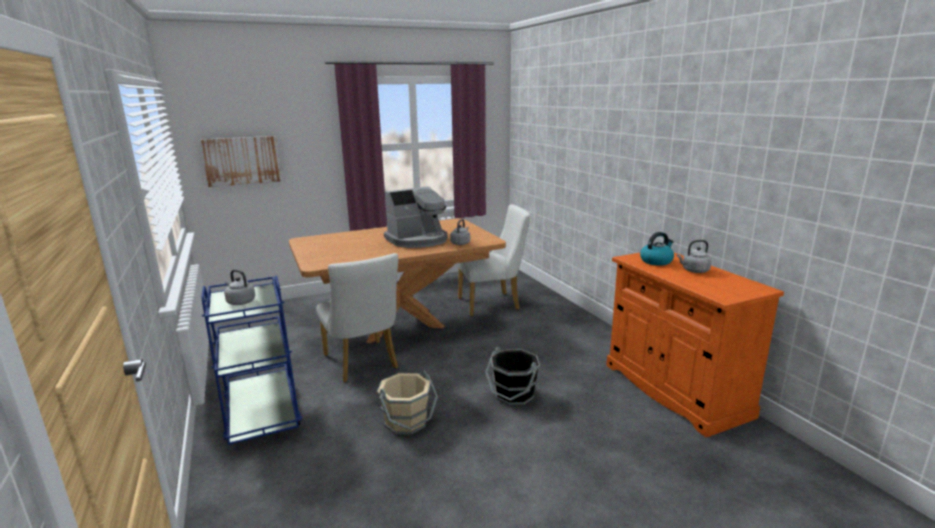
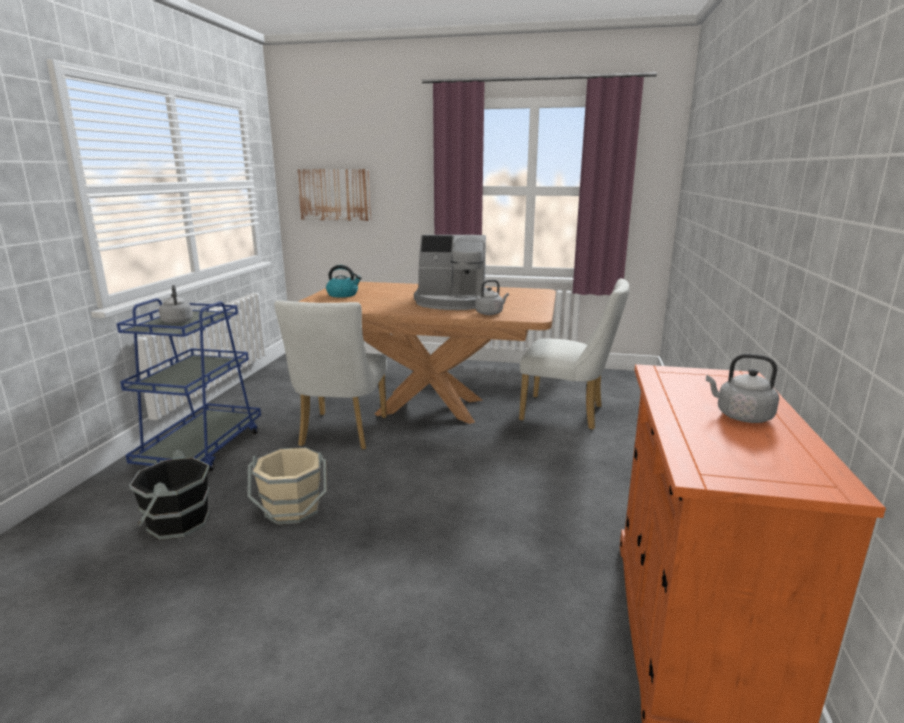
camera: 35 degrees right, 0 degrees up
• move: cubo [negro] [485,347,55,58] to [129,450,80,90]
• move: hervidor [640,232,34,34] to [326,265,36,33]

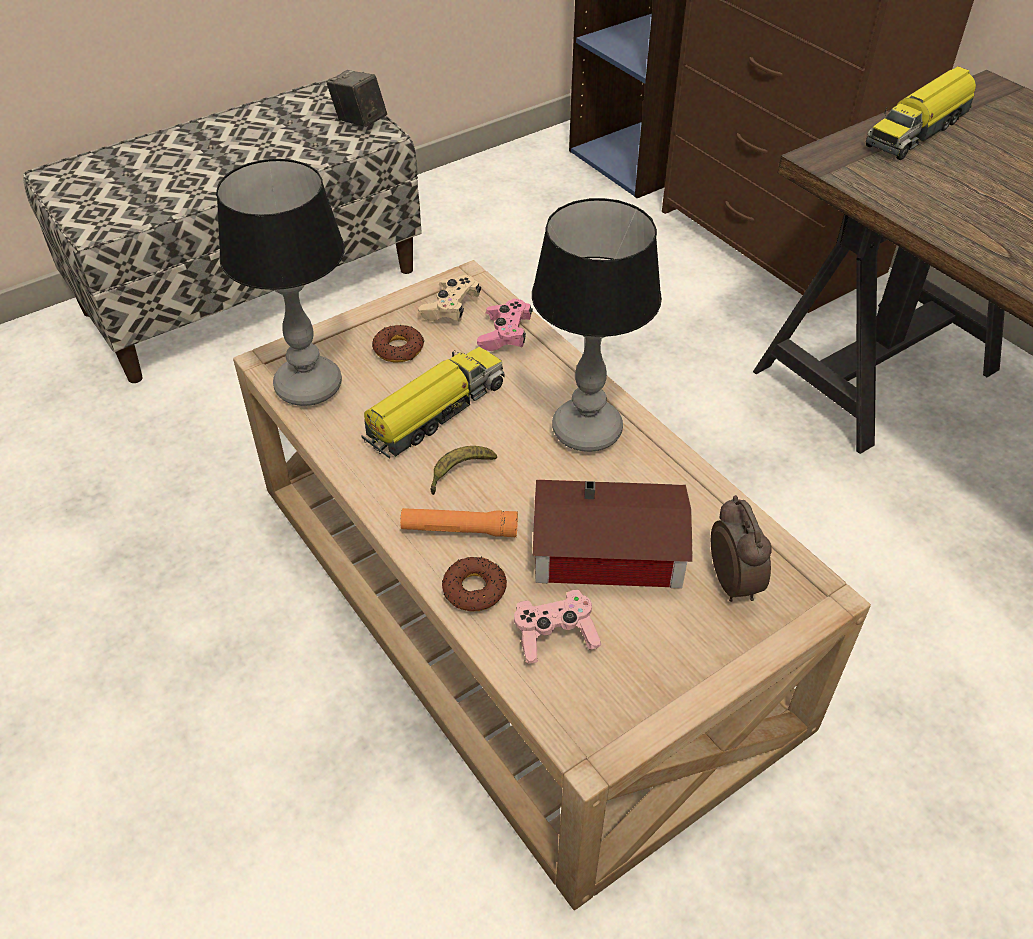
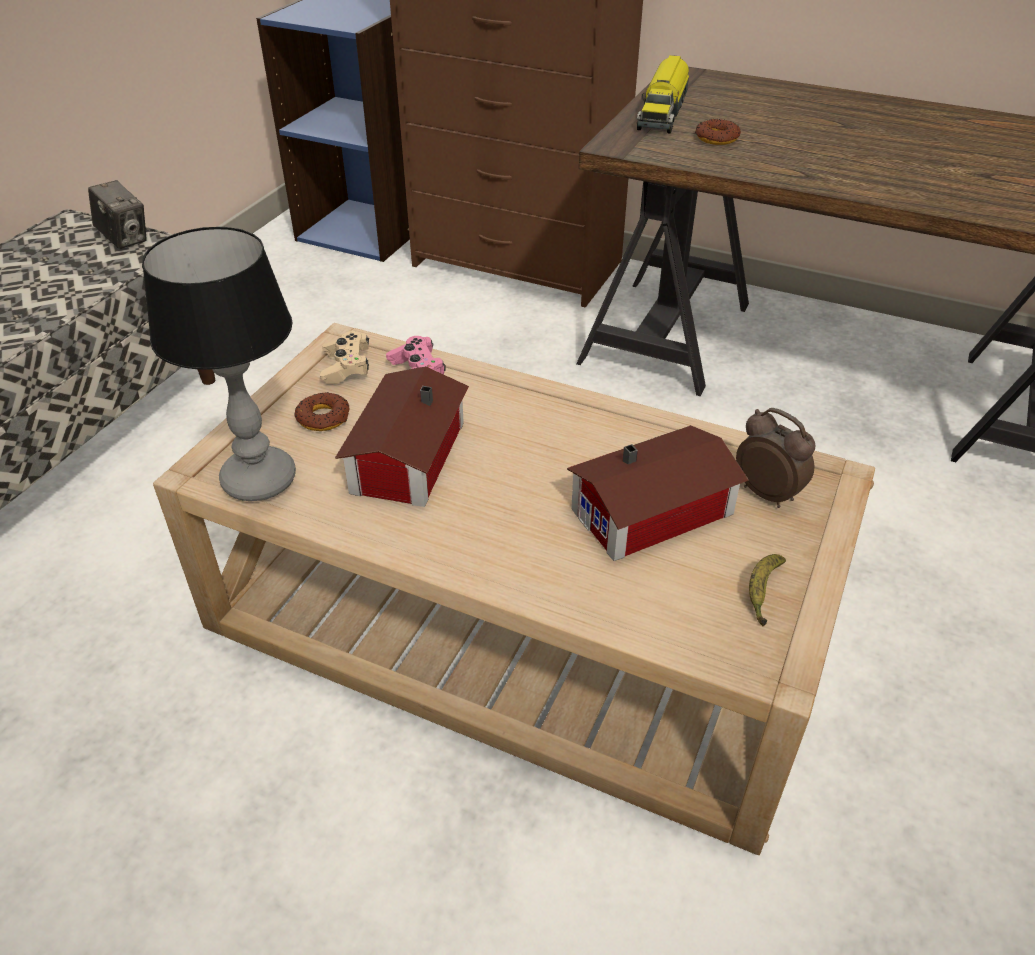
camera: 30 degrees left, 5 degrees down
• rotate: cámara [326,70,61,57] = [88,180,59,69] 150 degrees counterclockwise
• replace: camión de juguete [361,347,143,112] to casita [335,366,134,141]
• delete: linterna [naranja] [400,508,118,29]
• move: plátano [430,446,67,49] to [749,554,37,72]
• move: rosquilla [442,557,65,54] to [695,119,46,26]
• delete: mando de consola [rosa] [514,590,87,74]
• delete: lámpara de mesa [532,198,130,254]

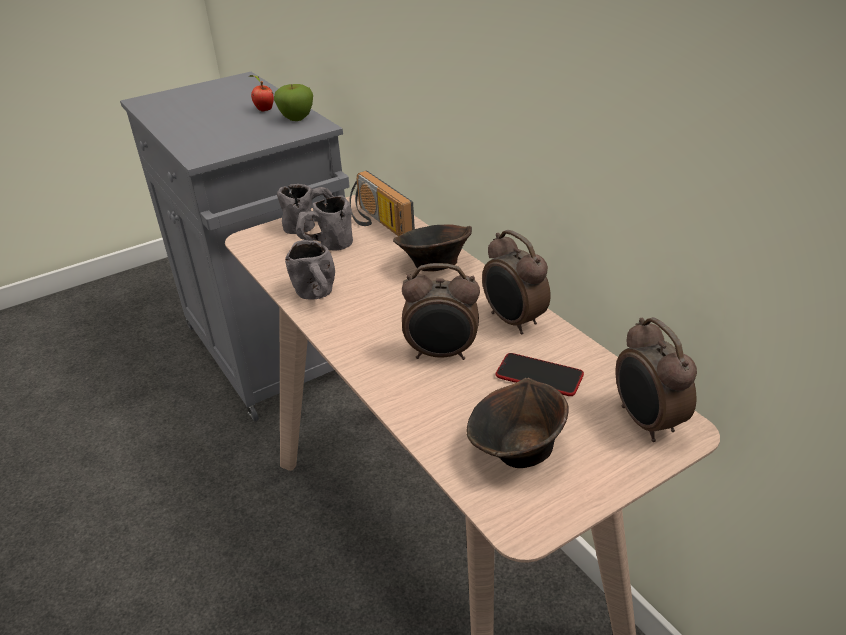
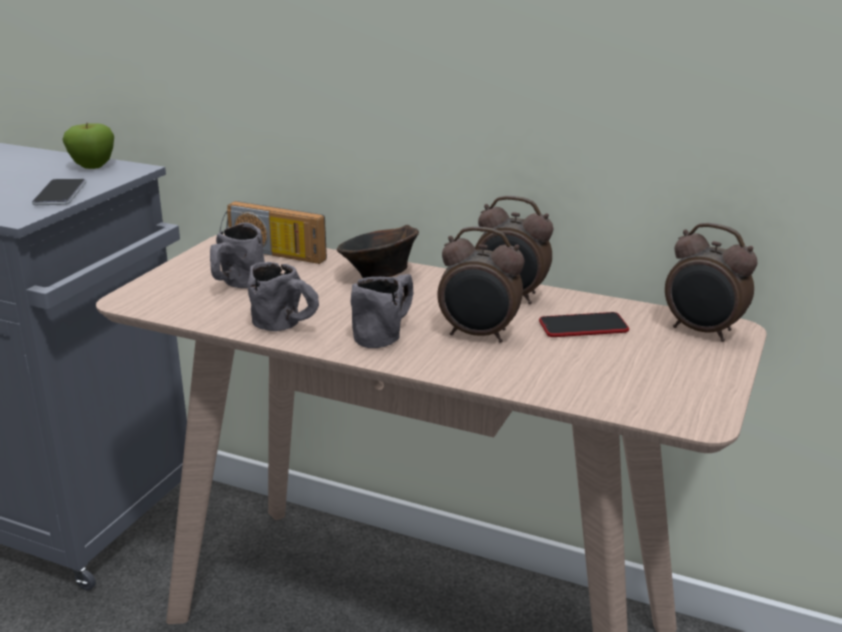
camera: 35 degrees left, 10 degrees down
• delete: manzana [249,75,25,37]
• move: taza grande [gris] [277,184,57,50] to [351,274,62,74]
• rotate: despertador [402,263,78,97] = [437,226,88,117] 45 degrees clockwise
• delete: cuenco [marrón] [467,378,102,90]
• insert: móvil [32,179,54,26]

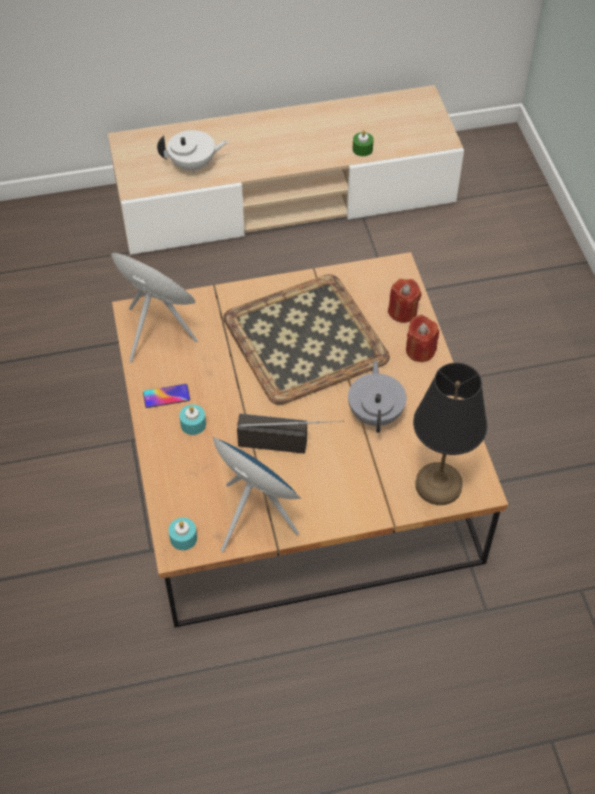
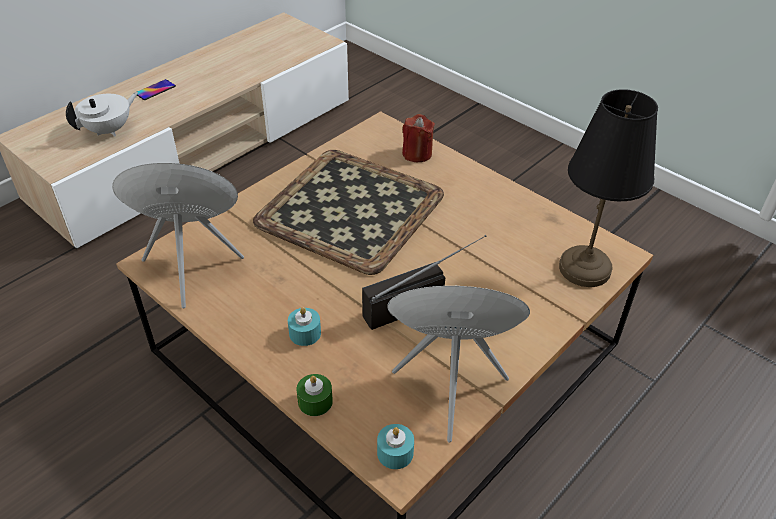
camera: 35 degrees left, 10 degrees down
• move: móvil [143,384,47,24] to [137,79,39,21]
• delete: tetera [gris] [348,360,59,73]
• move: vela [verde] [352,130,22,27] to [297,374,36,42]
• delete: vela [rojo] [406,315,33,47]

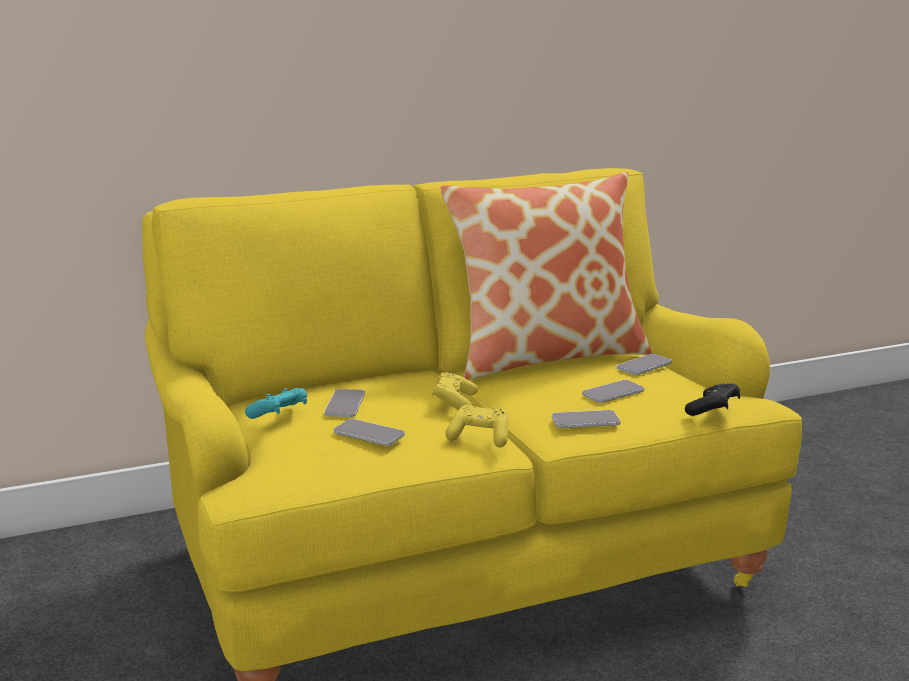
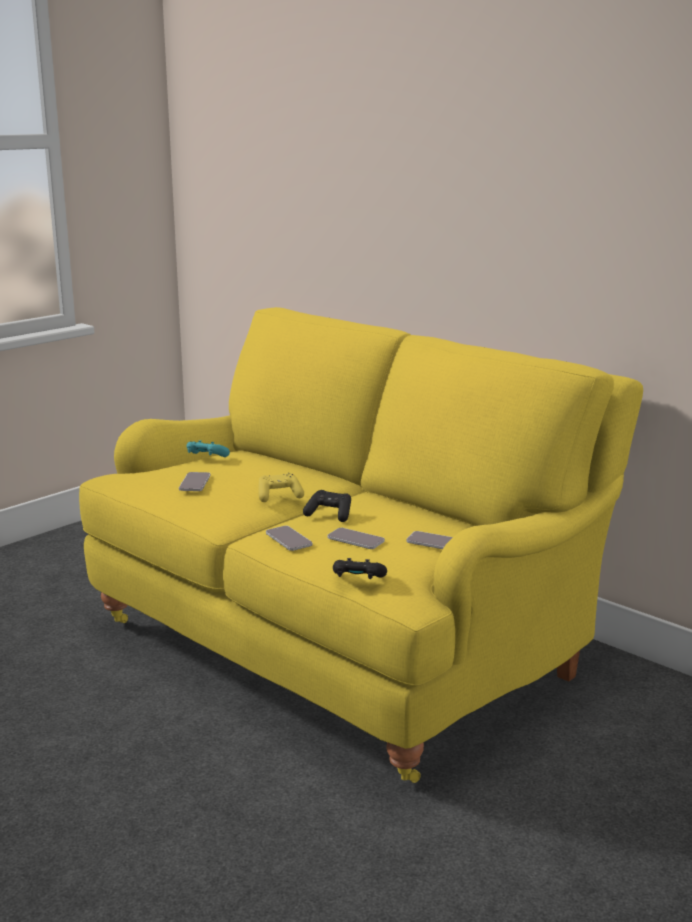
camera: 65 degrees right, 0 degrees up
• delete: móvil [324,389,41,28]
• delete: cojín [440,172,212,208]
• delete: mando de consola [amarillo] [445,405,63,42]
• insert: mando de consola [negro] [303,490,48,32]

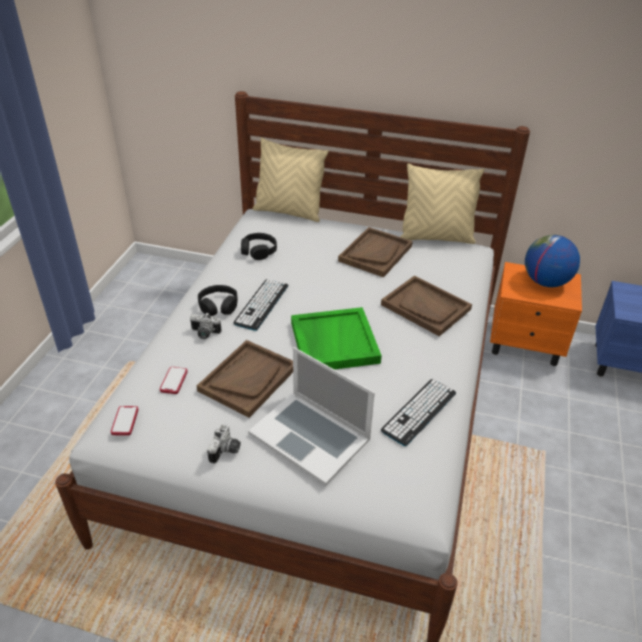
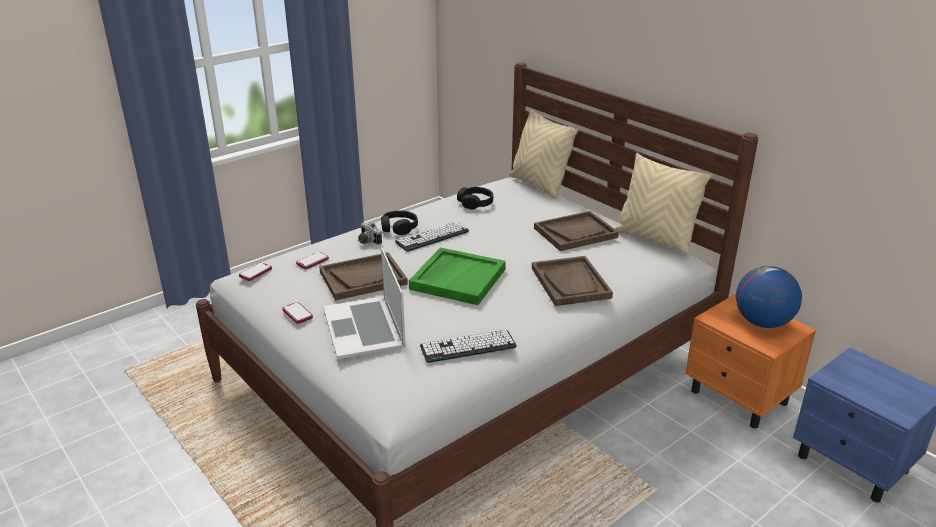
camera: 35 degrees right, 10 degrees down
• replace: cámara [207,424,34,40] to móvil [282,302,31,22]

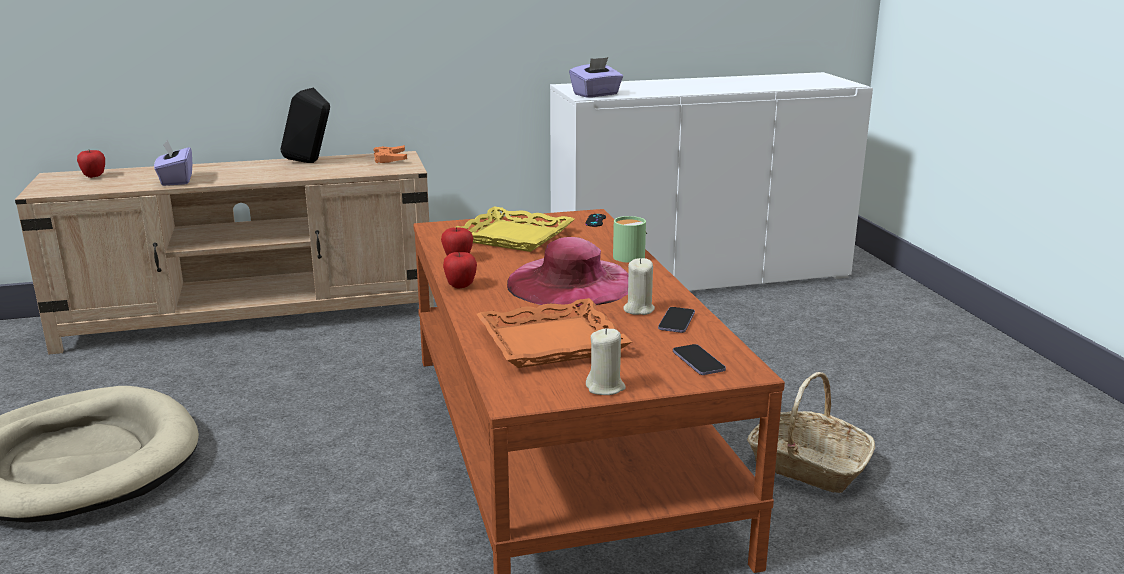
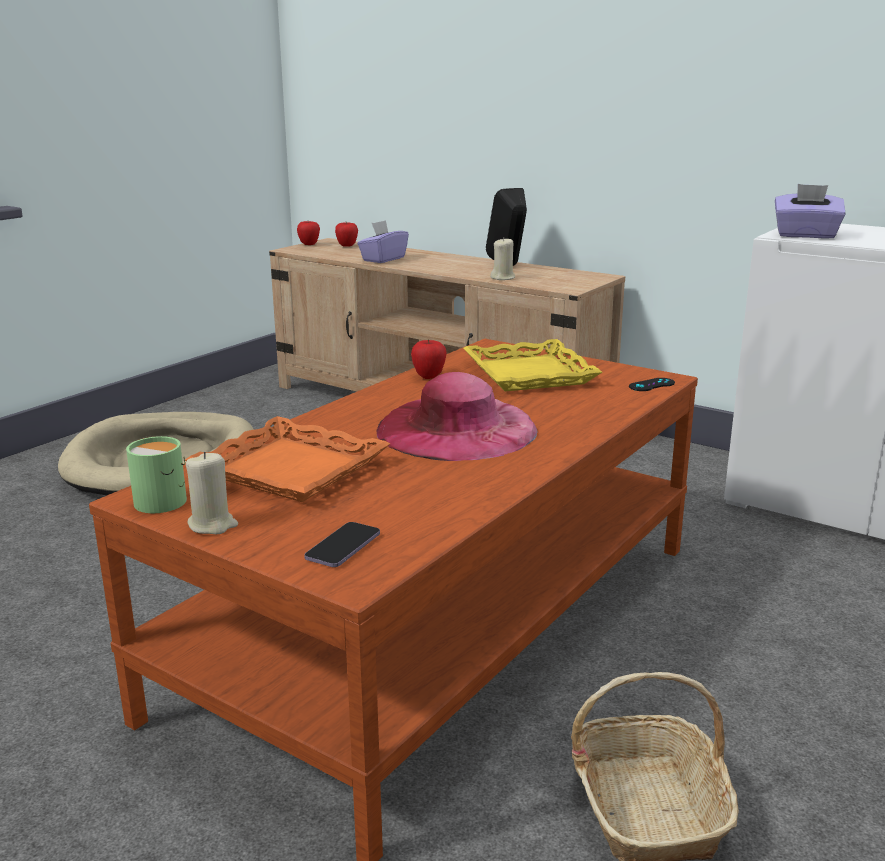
camera: 50 degrees right, 0 degrees up
• delete: mando de consola [naranja] [374,145,33,18]
• move: manzana [443,252,34,36] to [297,221,23,24]
• move: taza grande [verde] [613,216,34,47] to [126,436,61,77]
• move: vela [beis] [623,258,32,57] to [490,238,25,42]
• delete: móvil [658,307,37,26]

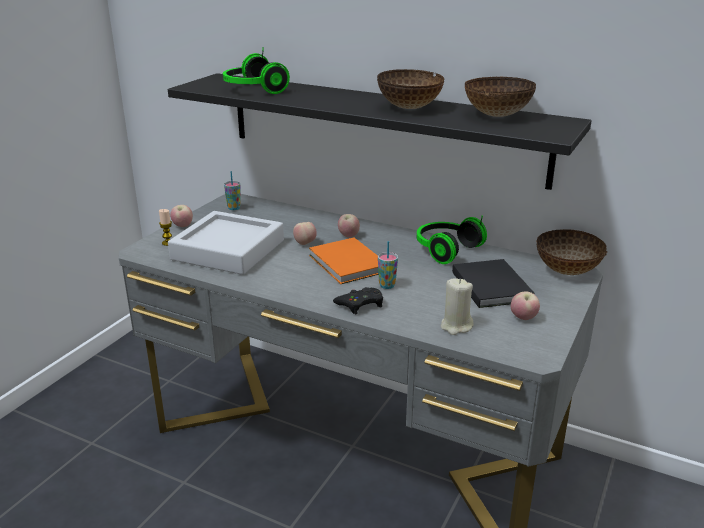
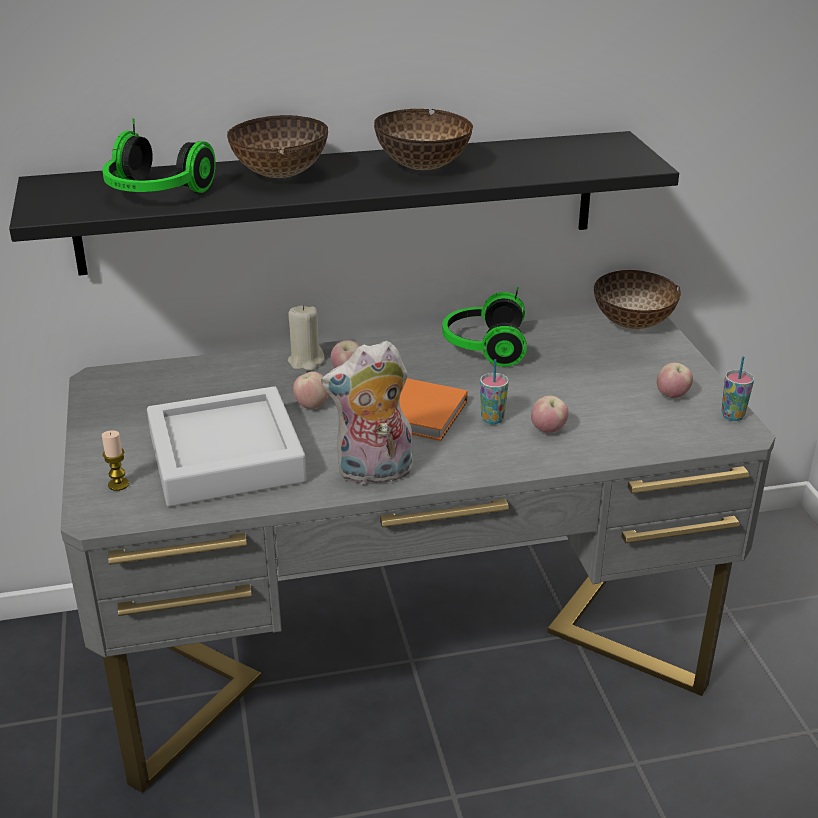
camera: 40 degrees left, 5 degrees up
• move: manzana [170,205,23,22] to [531,396,38,37]
• move: taza [224,171,17,39] to [722,356,32,65]
• delete: mando de consola [negro] [333,287,50,28]
• move: vela [beis] [441,278,33,57] to [288,305,37,66]
• delete: libro [negro] [452,259,83,49]
• move: cuenco [465,77,71,40] to [227,115,101,63]
• insert: peluche [321,341,91,145]

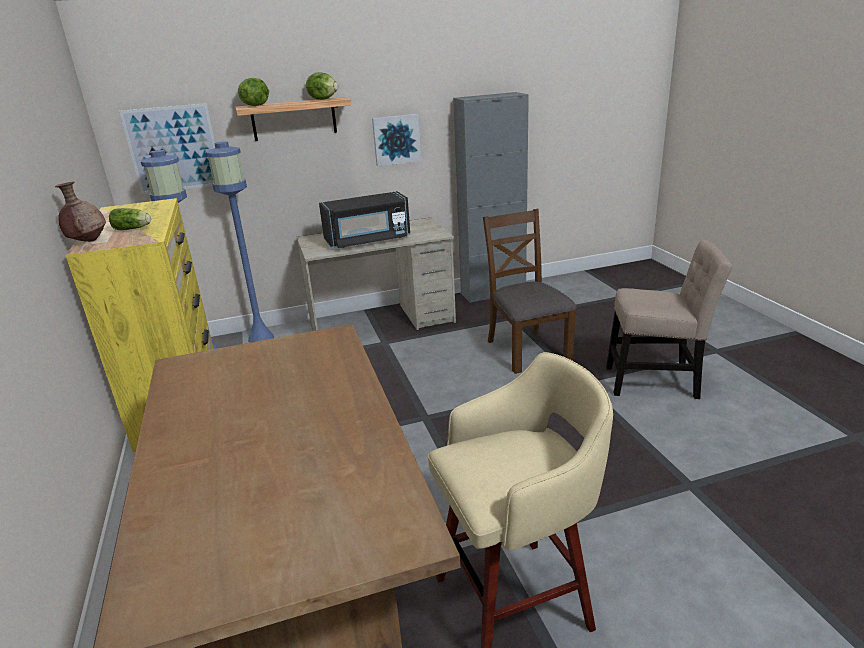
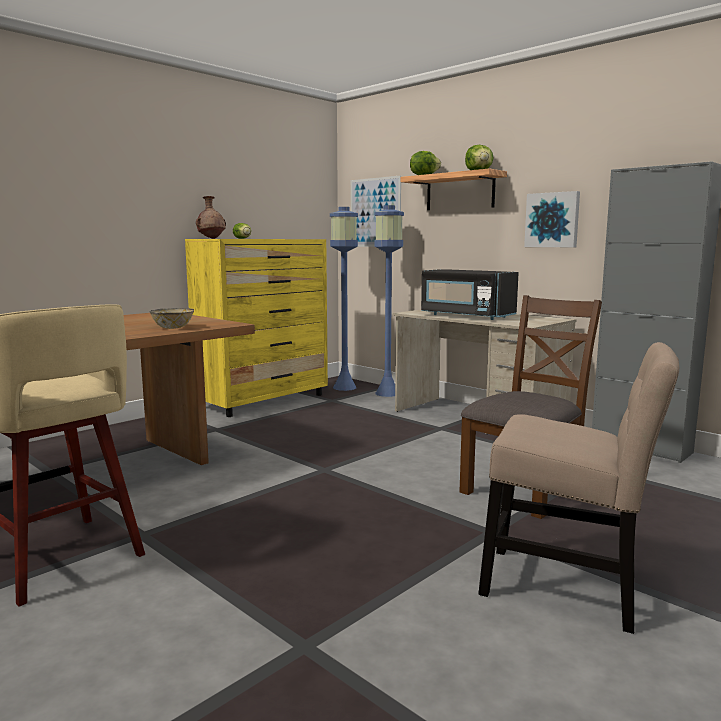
camera: 60 degrees right, 15 degrees down
• rotate: silla [beis] [606,239,126,160] = [478,342,201,292] 45 degrees counterclockwise
• insert: cuenco [149,308,45,21]

